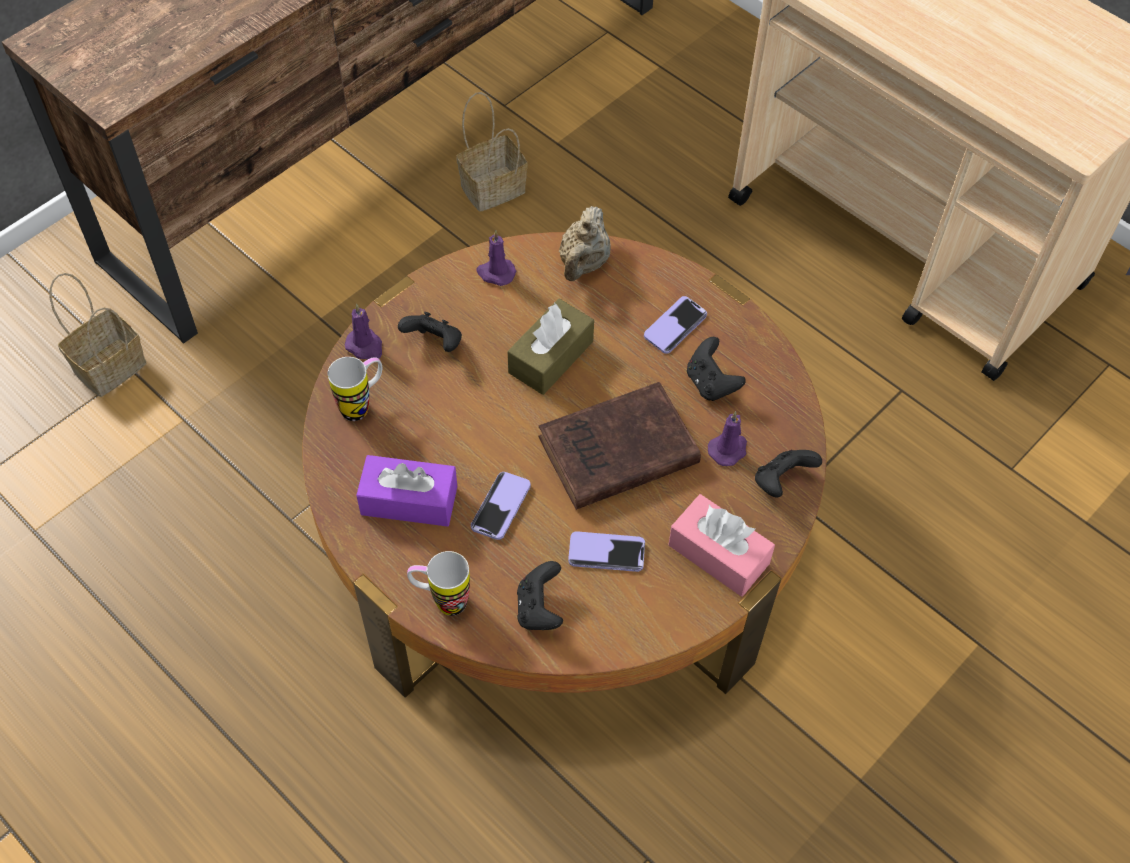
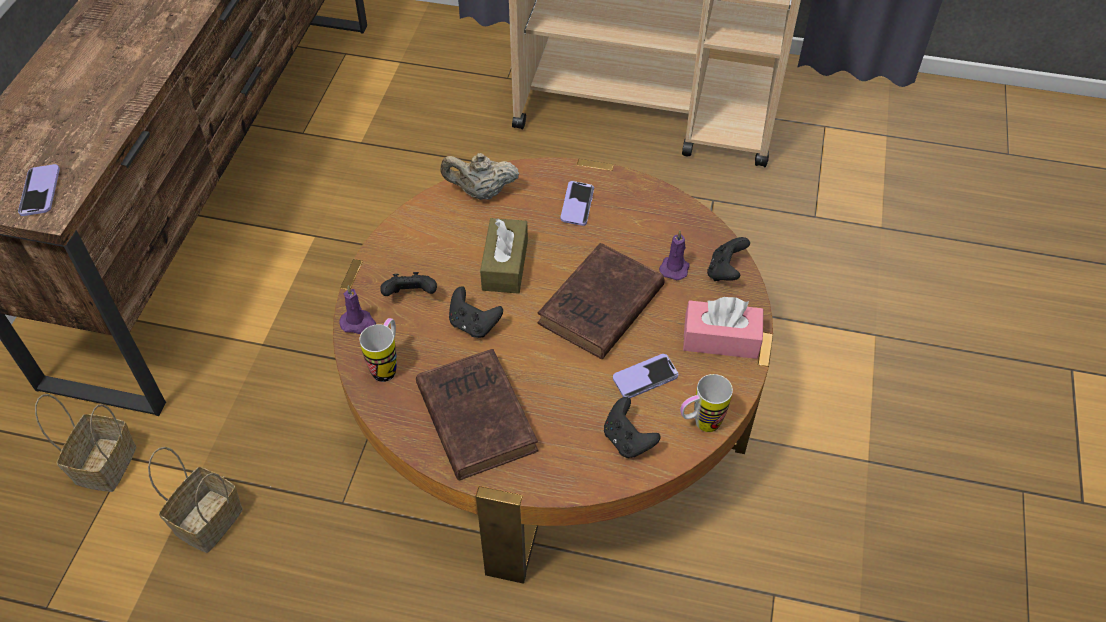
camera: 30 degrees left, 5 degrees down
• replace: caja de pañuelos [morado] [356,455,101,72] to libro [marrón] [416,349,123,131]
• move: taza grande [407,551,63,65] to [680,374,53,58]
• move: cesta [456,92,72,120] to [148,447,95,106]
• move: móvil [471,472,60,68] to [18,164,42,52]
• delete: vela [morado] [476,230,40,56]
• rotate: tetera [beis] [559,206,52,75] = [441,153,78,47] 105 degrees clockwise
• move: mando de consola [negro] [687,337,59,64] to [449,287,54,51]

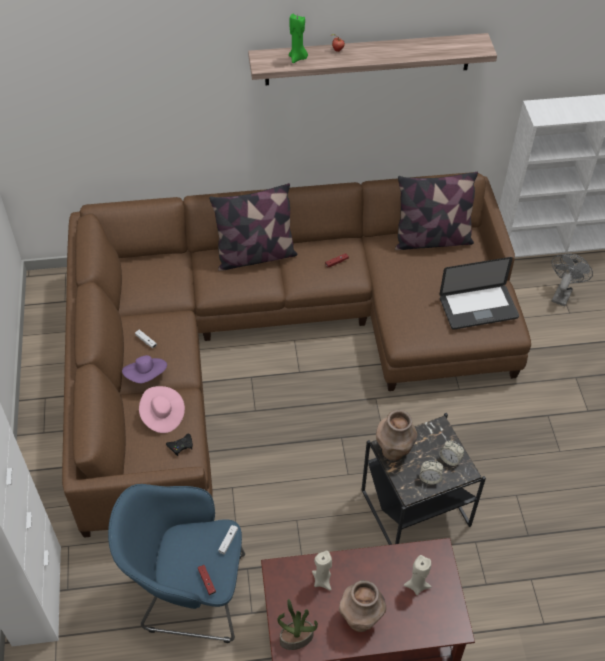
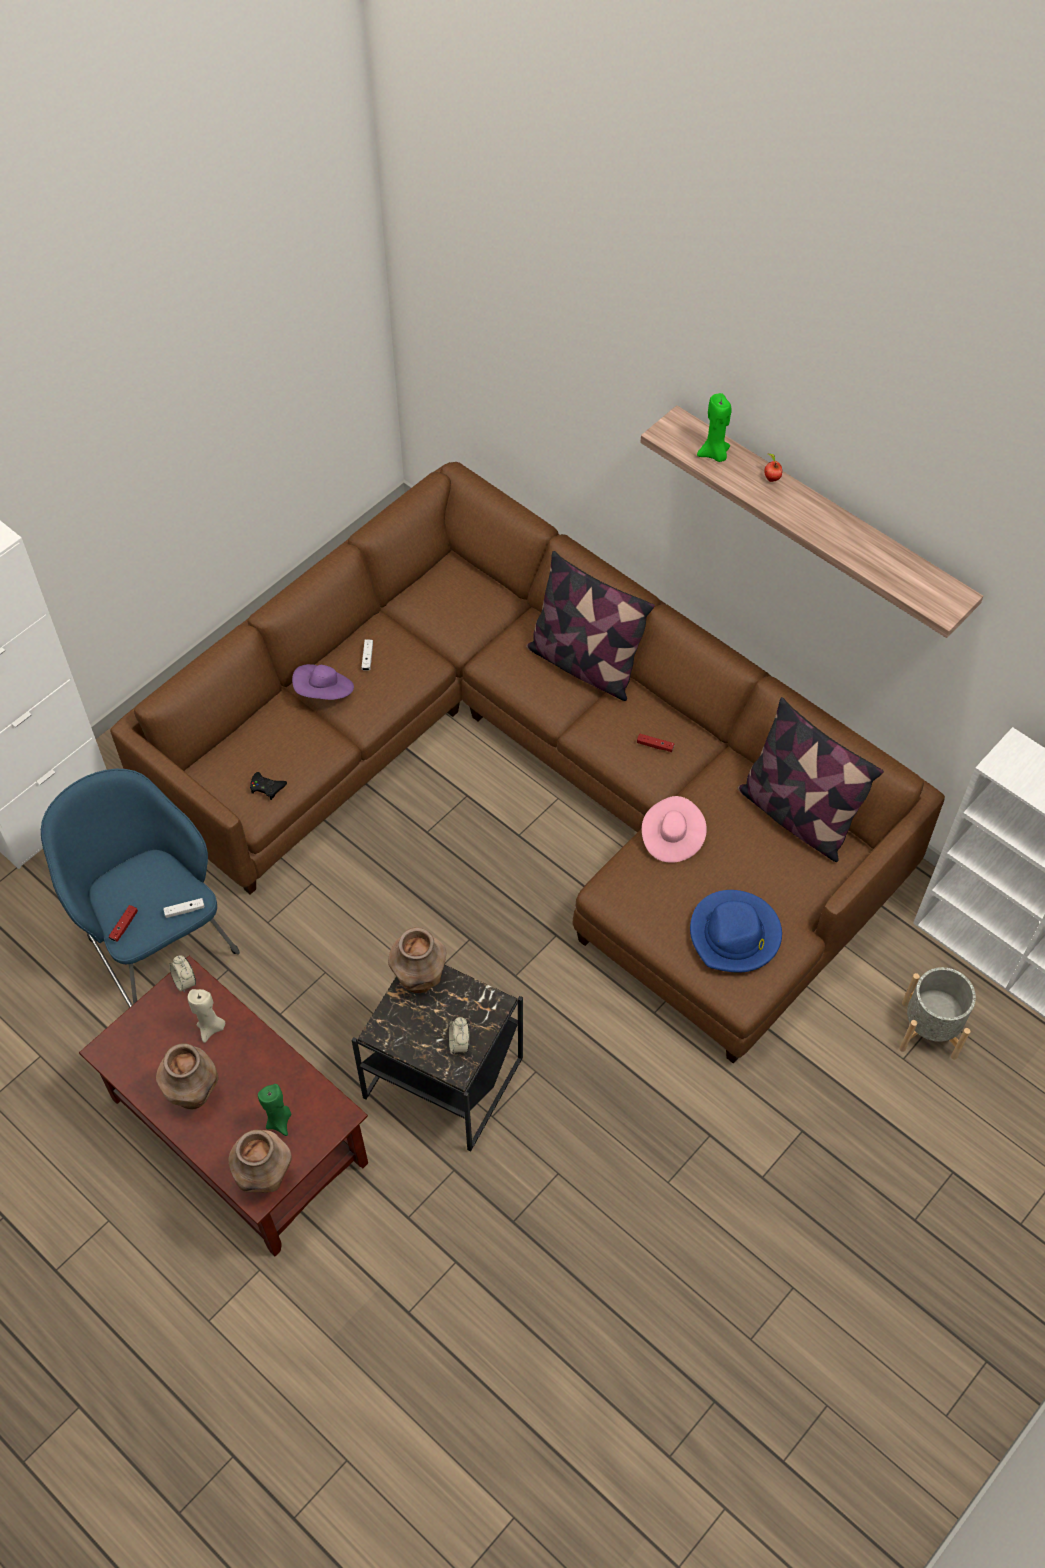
camera: 50 degrees right, 5 degrees up
• move: sombrero [rosa] [139,386,46,47] to [642,796,65,67]
• delete: planta en maceta [277,599,41,51]
• recolor: vela [beis] [404,555,28,40] to vela [verde] [258,1084,33,52]
• move: despertador [420,460,23,24] to [169,956,27,37]
• replace: portátil [439,257,80,73] to sombrero [azul] [690,890,92,82]
• replace: ventilador [gris] [551,253,42,53] to maceta [gris] [899,967,77,93]
• insert: florero [marrón] [228,1130,64,63]

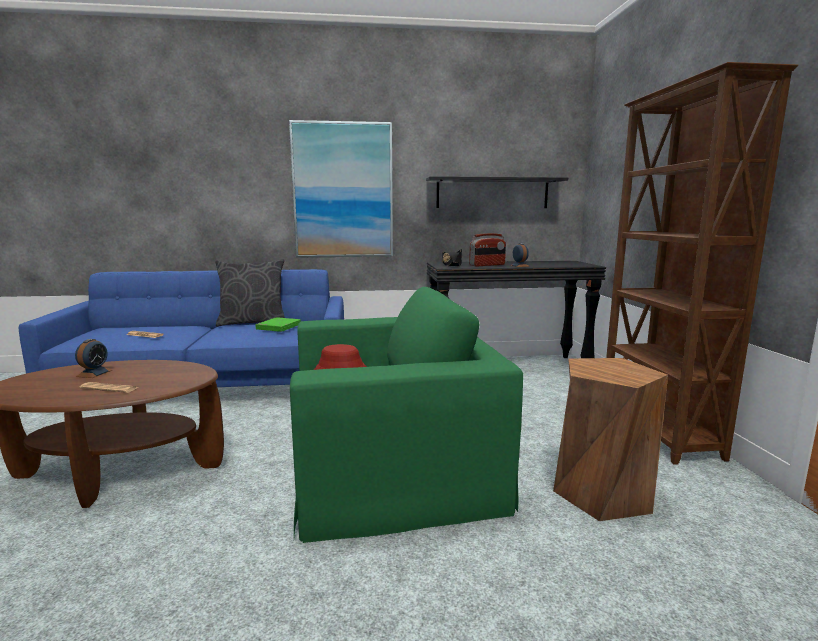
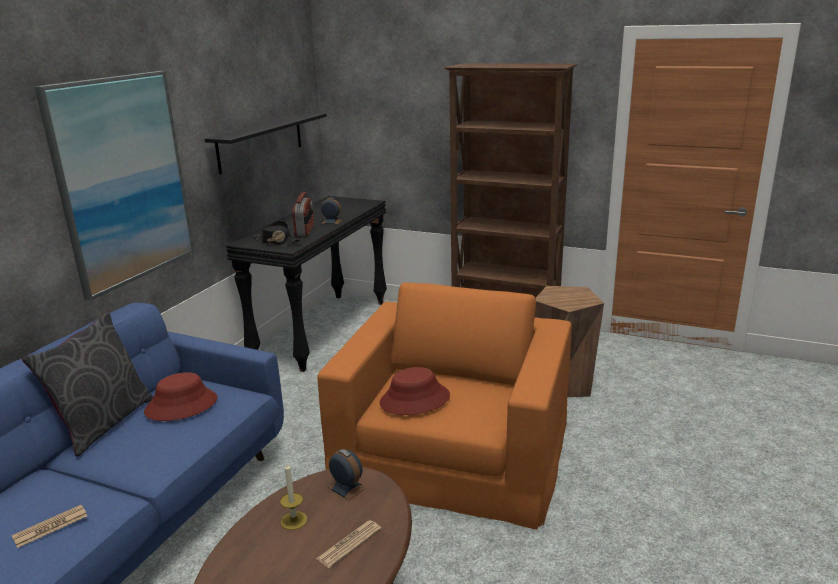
camera: 60 degrees left, 10 degrees up
• move: despertador [75,339,37,39] to [328,449,38,51]
• replace: libro [verde] [255,317,46,15] to sombrero [rojo] [144,372,74,49]
• recolor: sillón [verde] [290,287,233,256] to sillón [naranja] [317,283,255,247]
• insert: vela [280,463,27,67]

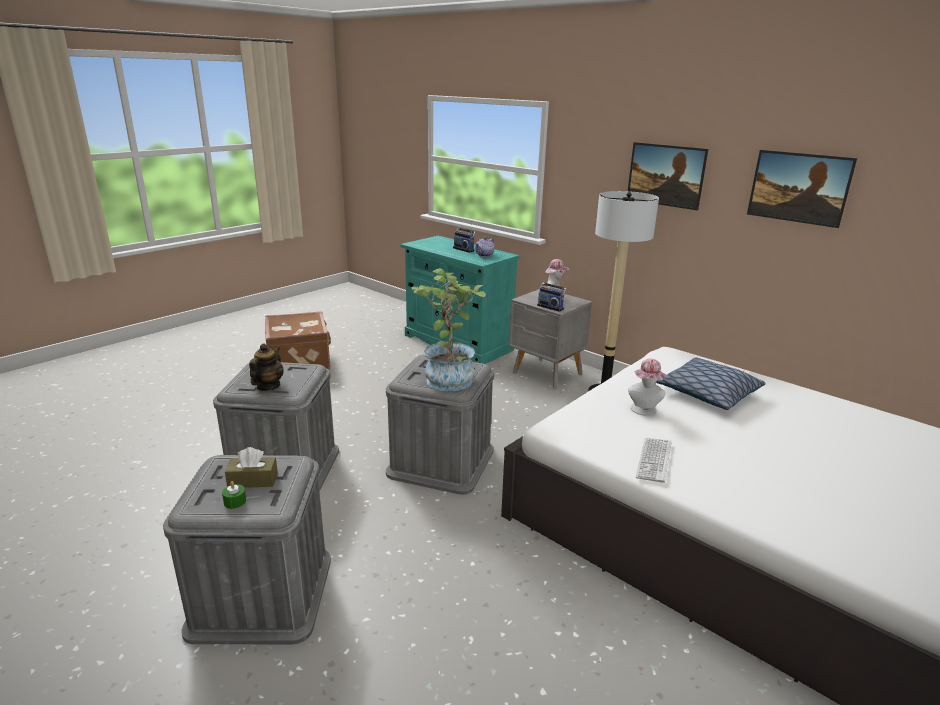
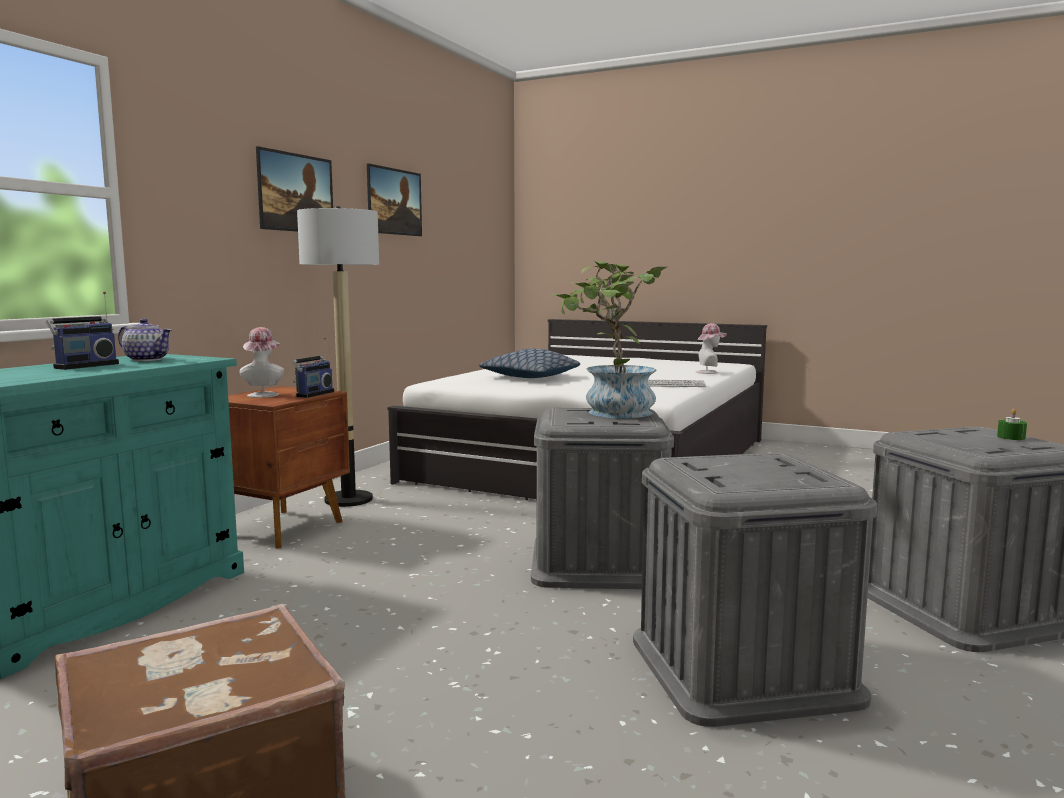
camera: 105 degrees left, 15 degrees down
• delete: caja de pañuelos [marrón] [225,447,53,41]
• delete: tetera [249,344,35,47]
• recolor: mesita de noche [gris] [509,289,83,101] to mesita de noche [marrón] [228,386,122,163]
• move: sombrero [628,359,38,57] to [696,323,31,51]

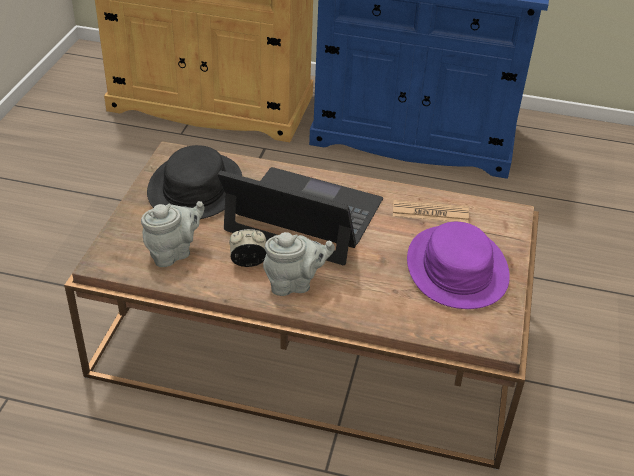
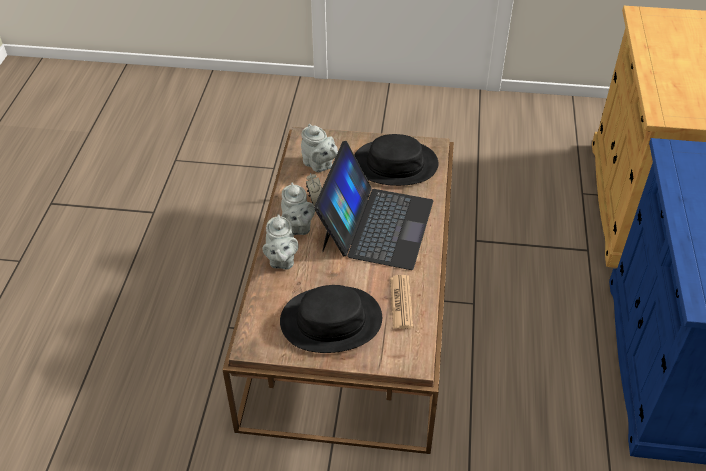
camera: 85 degrees right, 5 degrees up
• recolor: sombrero [morado] [407,222,103,87] to sombrero [negro] [280,285,102,68]
• insert: tetera [gris] [262,214,36,56]

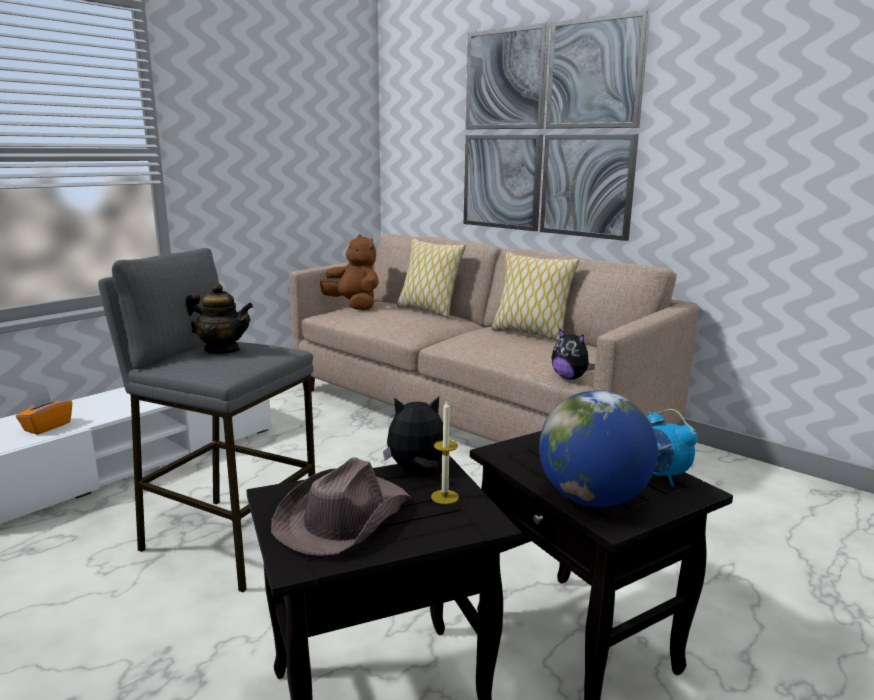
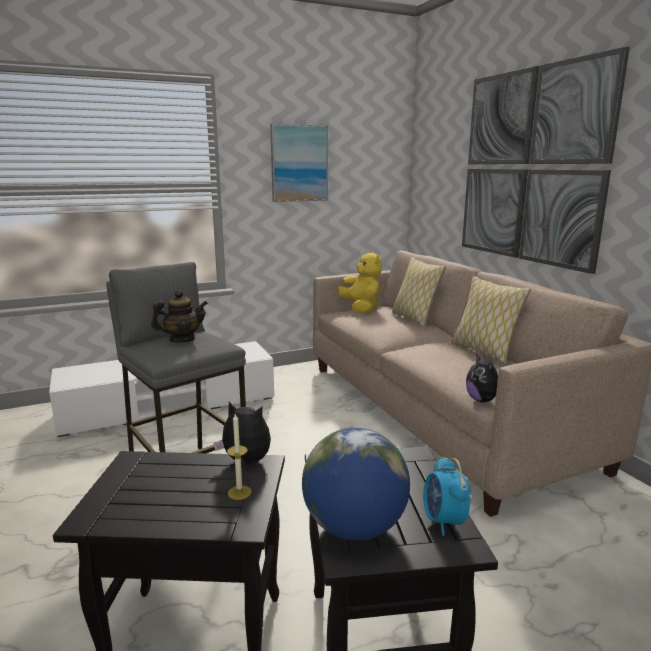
camera: 25 degrees right, 0 degrees up
• delete: caja de pañuelos [naranja] [16,391,56,44]
• rotate: tetera [186,283,67,71] = [151,290,57,52] 60 degrees counterclockwise
• delete: sombrero [marrón] [271,458,141,98]
• recolor: peluche [marrón] [320,234,59,77] to peluche [amarillo] [337,251,45,62]
• insert: cuadro [270,123,58,79]

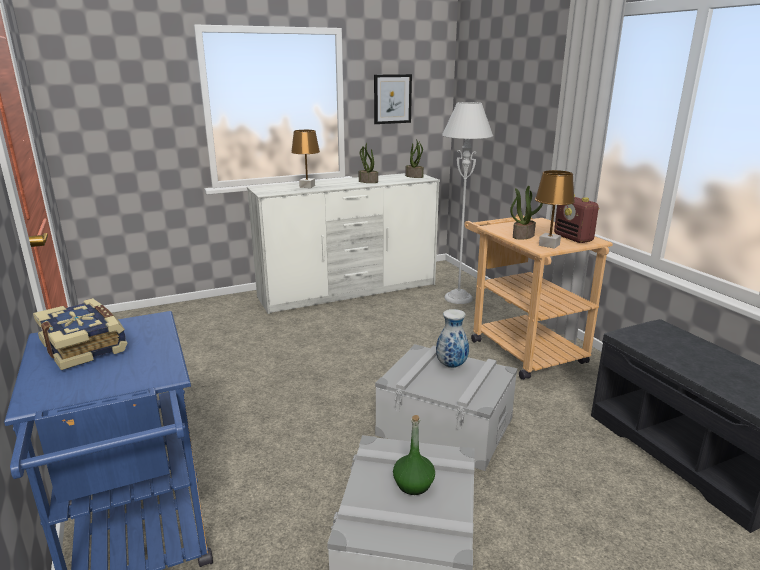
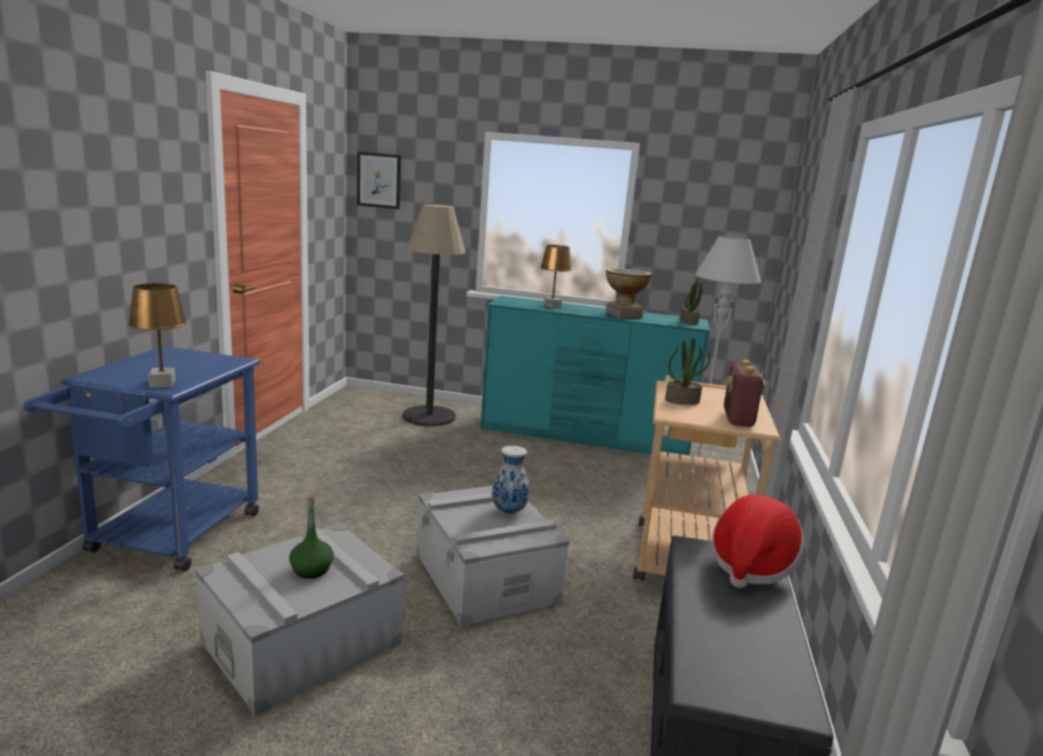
camera: 35 degrees right, 5 degrees down
• delete: libro [33,298,94,72]
• recolor: cómoda [blanco] [247,173,193,141] to cómoda [turquesa] [480,296,230,163]
• replace: planta en maceta [359,143,19,40] to florero [606,268,46,51]
• move: cuadro [374,74,38,50] to [357,152,44,57]
• move: lámpara de mesa [marrón] [535,170,40,79] to [128,283,59,104]
• insert: lámpara de pie [403,204,63,222]
• insert: sombrero [712,495,92,93]

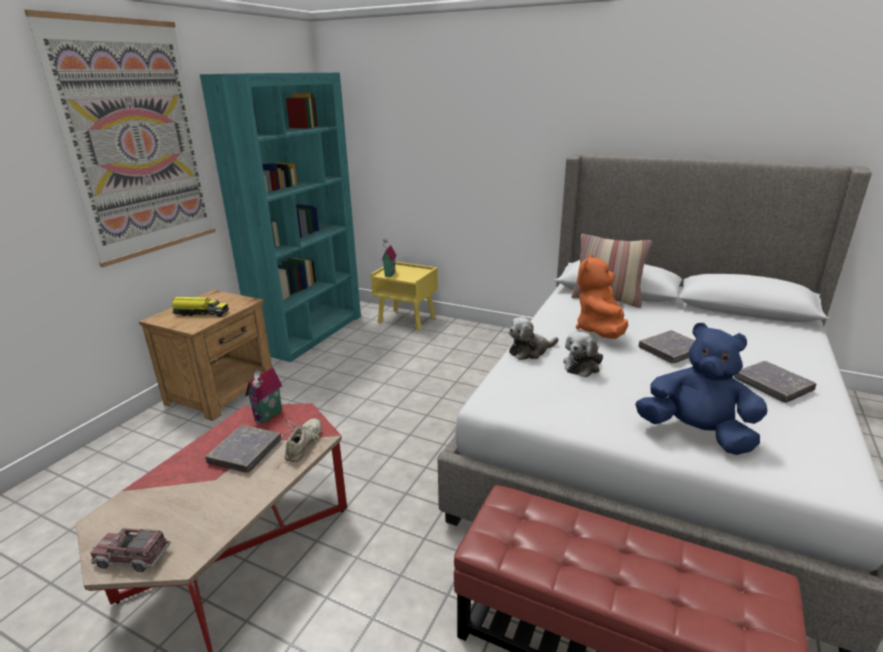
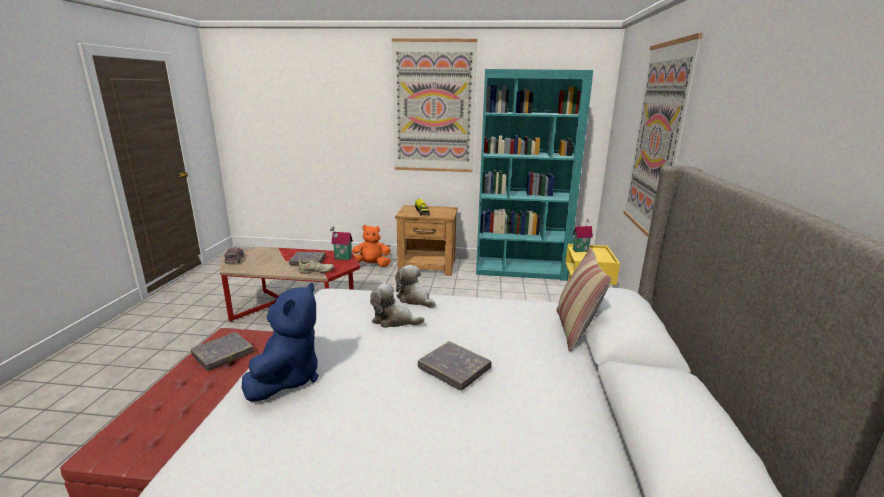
camera: 70 degrees right, 5 degrees down
• move: peluche [naranja] [576,254,52,85] to [352,225,39,42]
• move: libro [gris] [734,361,82,42] to [191,332,63,39]
• insert: cuadro [623,33,80,204]

